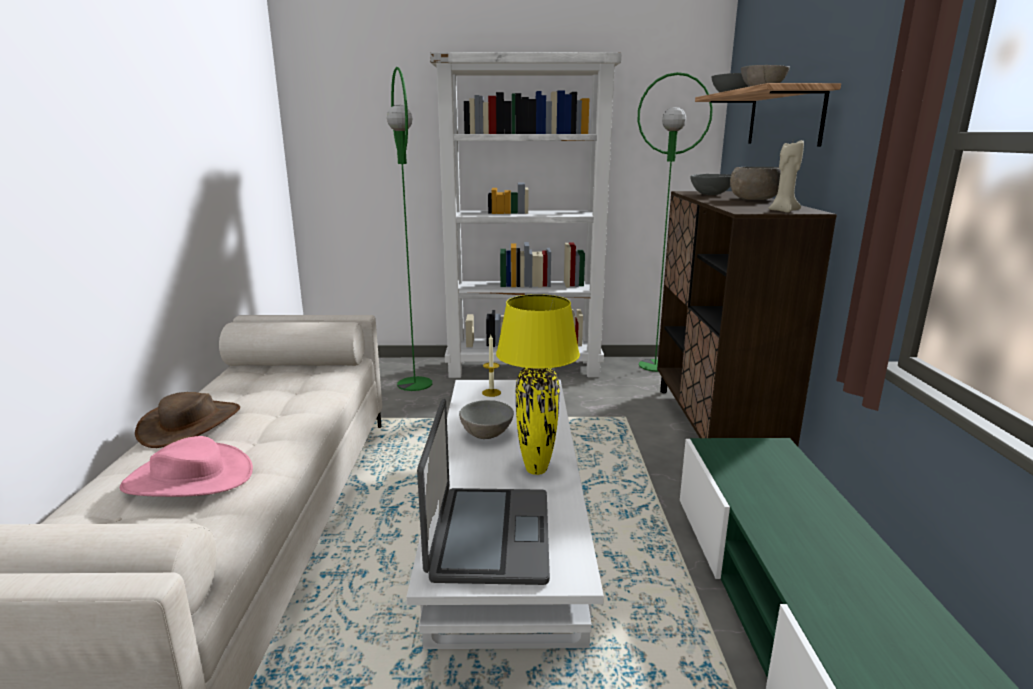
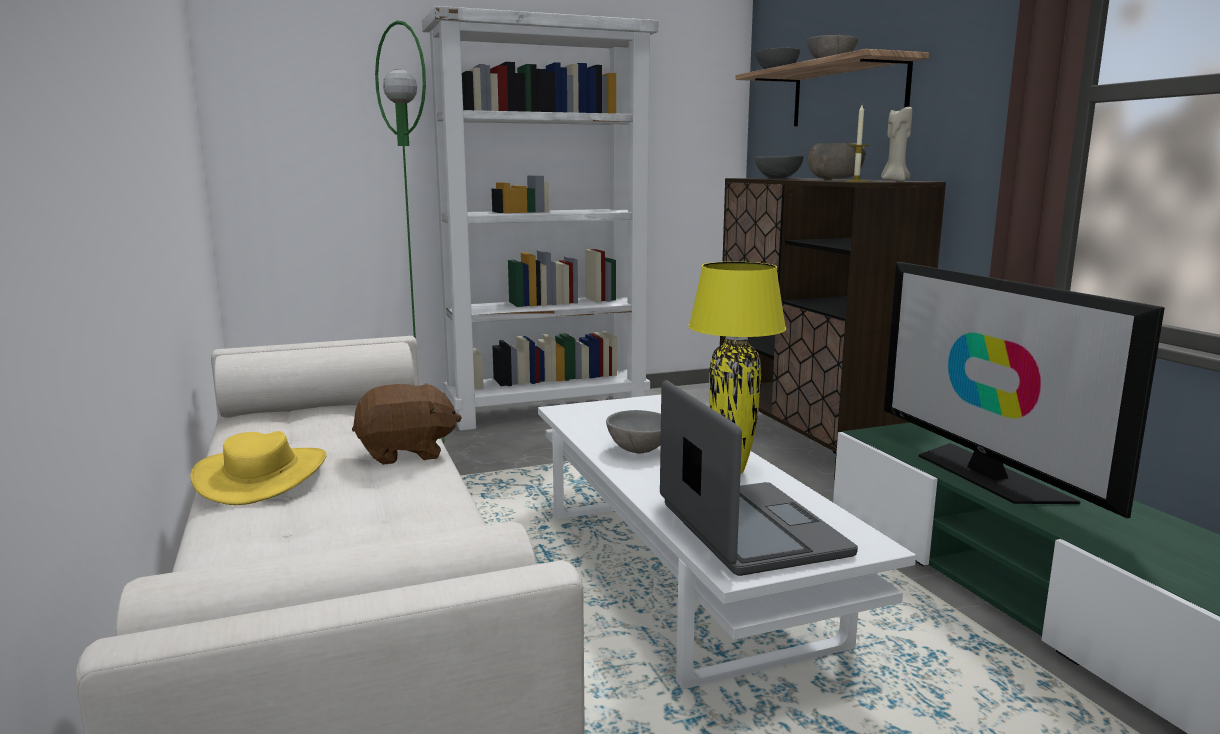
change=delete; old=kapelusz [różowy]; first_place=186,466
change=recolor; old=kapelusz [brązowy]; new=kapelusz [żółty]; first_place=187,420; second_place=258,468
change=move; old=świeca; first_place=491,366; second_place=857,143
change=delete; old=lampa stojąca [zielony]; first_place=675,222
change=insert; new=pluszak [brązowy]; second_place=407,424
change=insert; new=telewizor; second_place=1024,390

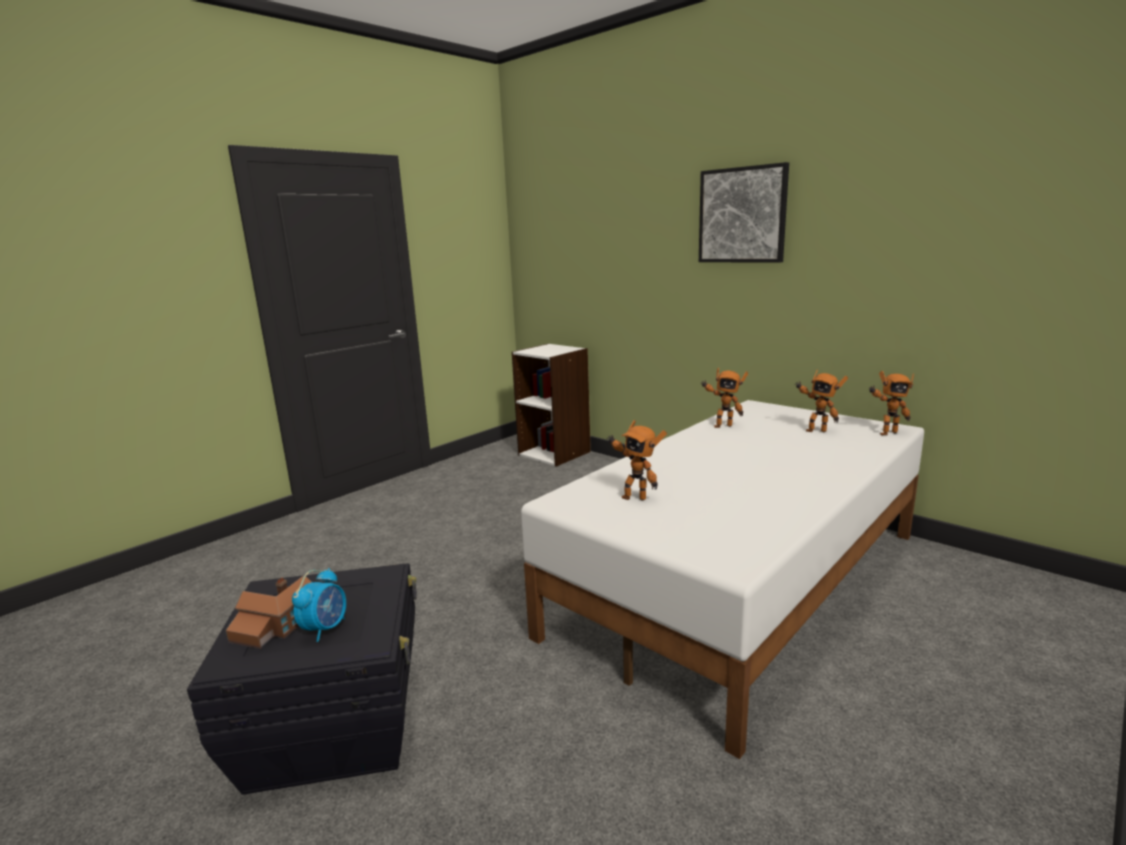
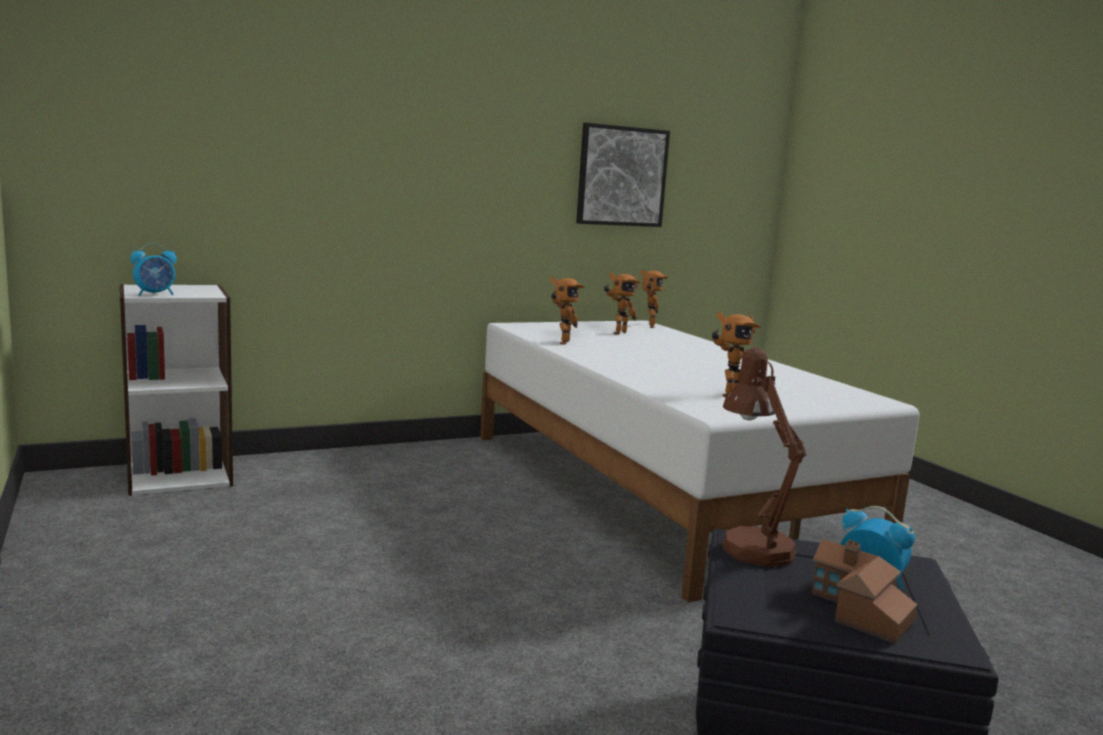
change=move; old=obraz; first_place=744,212; second_place=623,175
change=insert; new=budzik; second_place=153,269
change=insert; new=lampa stołowa [brązowy]; second_place=764,457

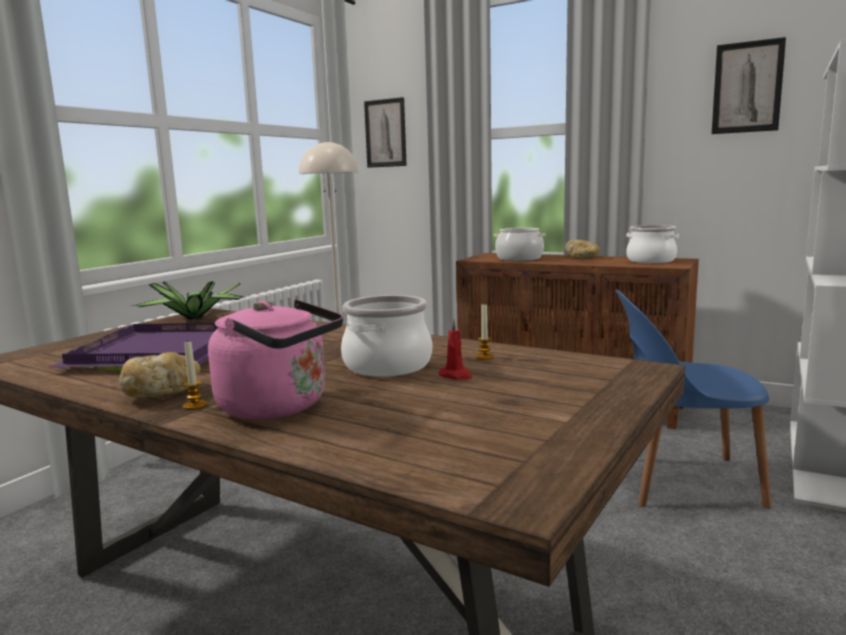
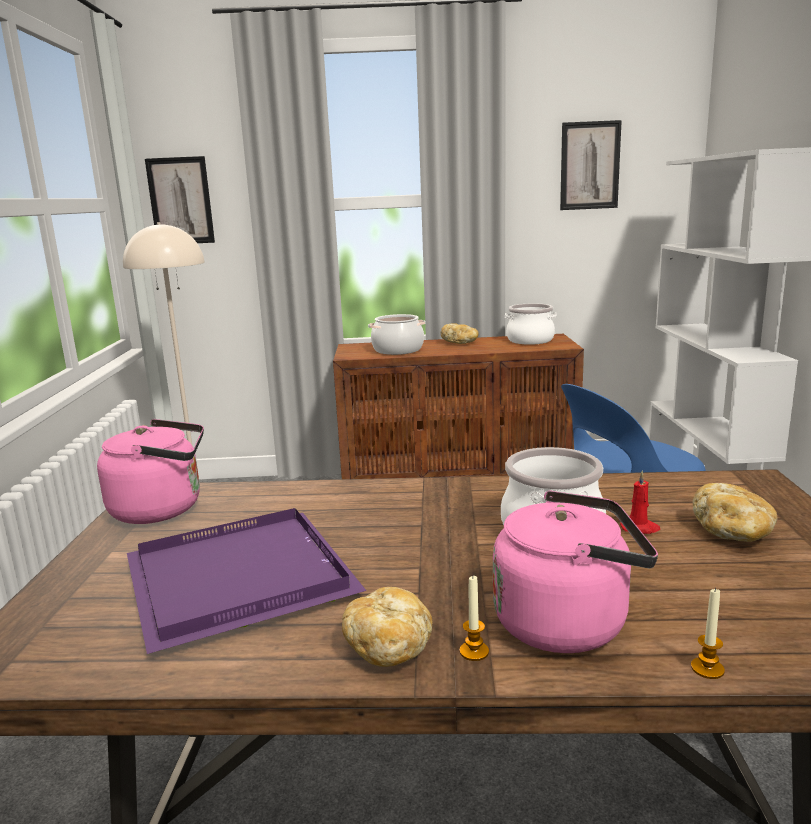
change=replace; old=roślina doniczkowa; new=czajnik [różowy]; first_place=188,300; second_place=150,471
change=move; old=świeca; first_place=484,332; second_place=708,633
change=insert; new=chleb; second_place=735,512

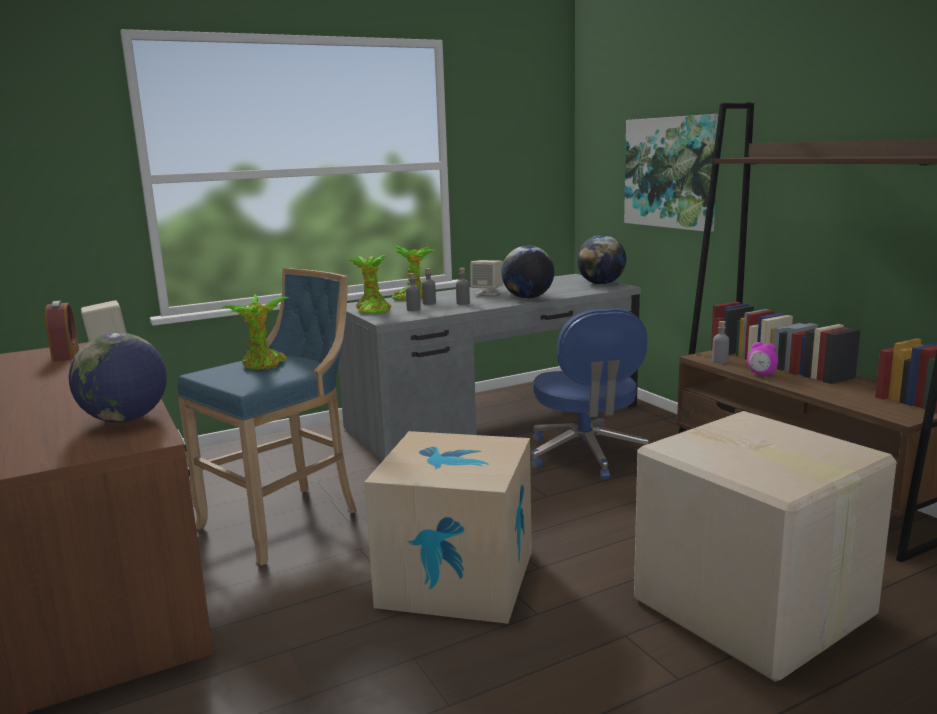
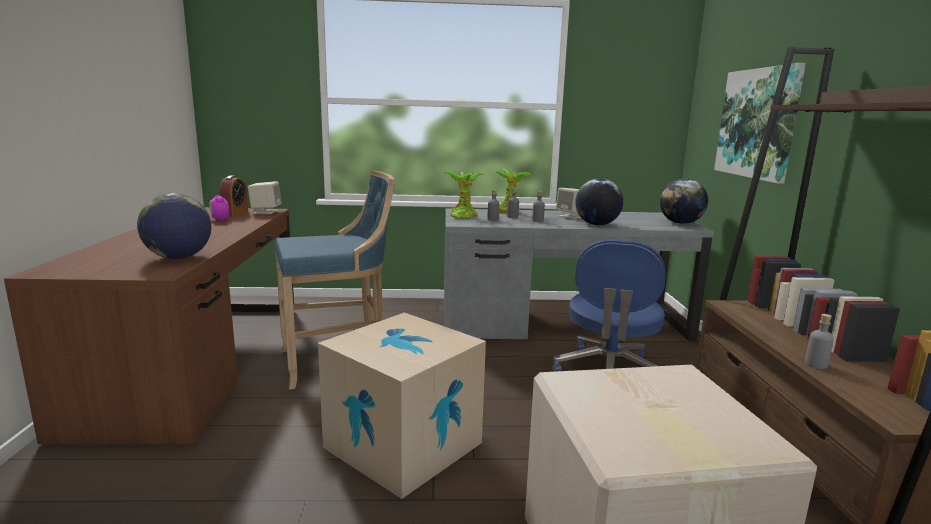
change=delete; old=roślina doniczkowa; first_place=254,332
change=move; old=butelka [szary]; first_place=720,342; second_place=819,341
change=move; old=budzik; first_place=762,358; second_place=219,208

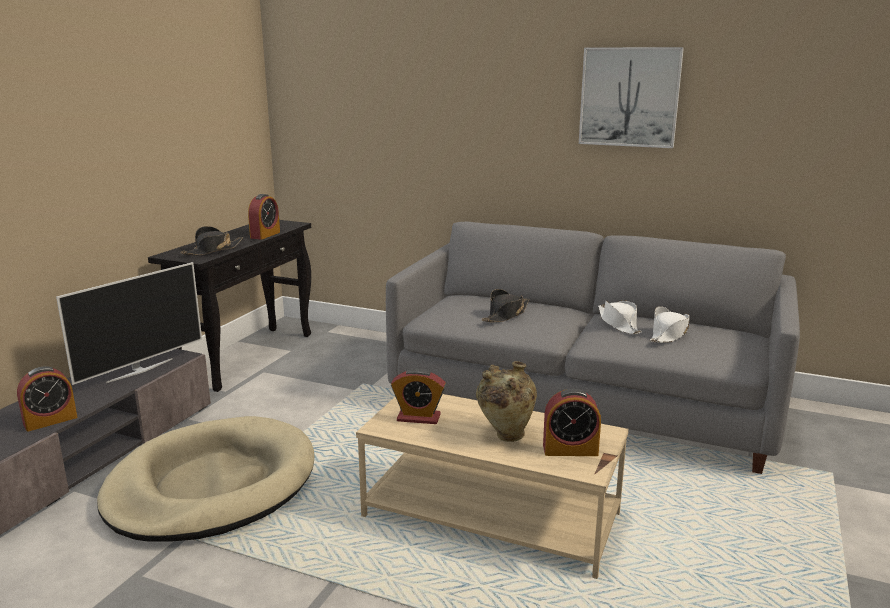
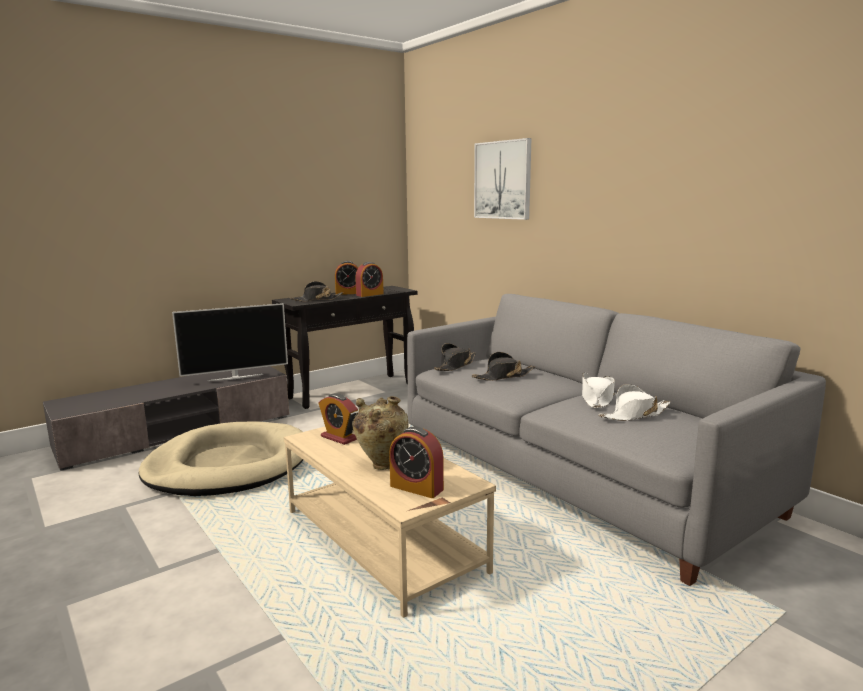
change=move; old=budzik; first_place=47,399; second_place=346,278
change=move; old=obraz; first_place=631,97; second_place=502,179
change=insert; new=kapelusz [czarny]; second_place=455,357

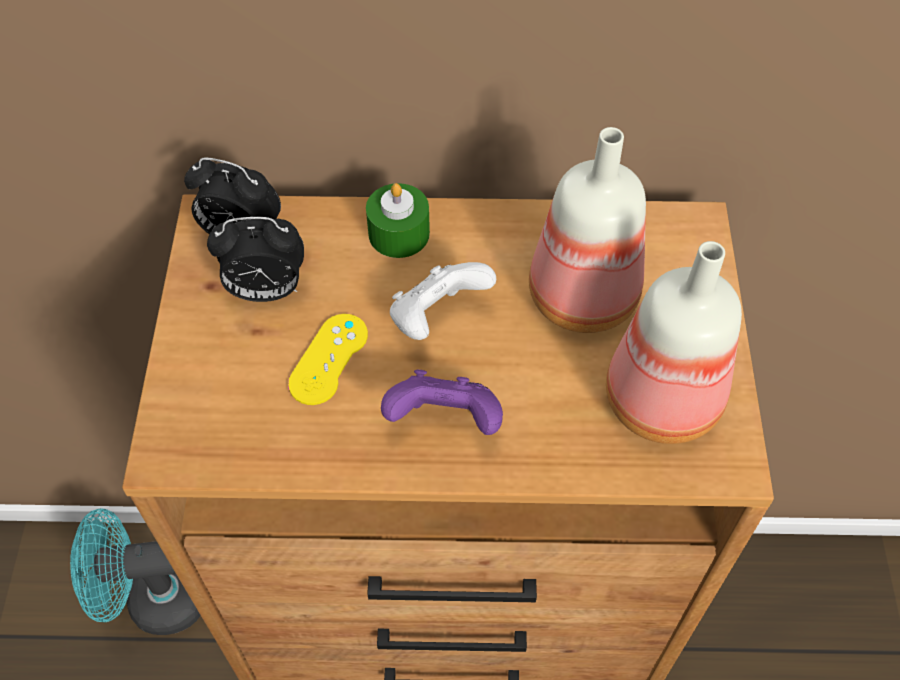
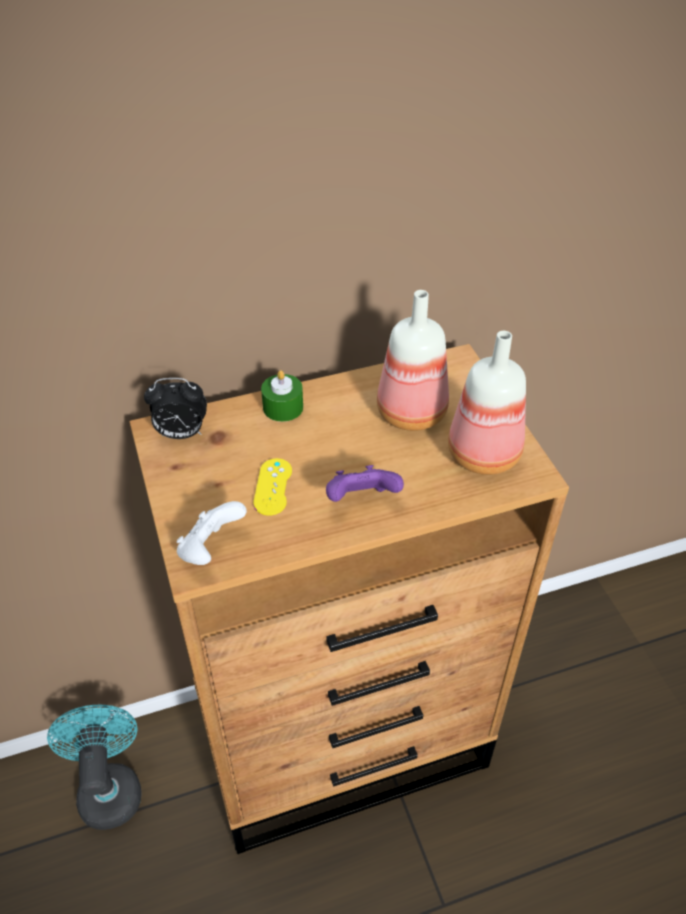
change=rotate; old=wentylator [turkusowy]; first_place=135,571; second_place=94,767; degrees=105
change=delete; old=budzik; first_place=255,259
change=move; old=pad do gier [biały]; first_place=443,301; second_place=212,533

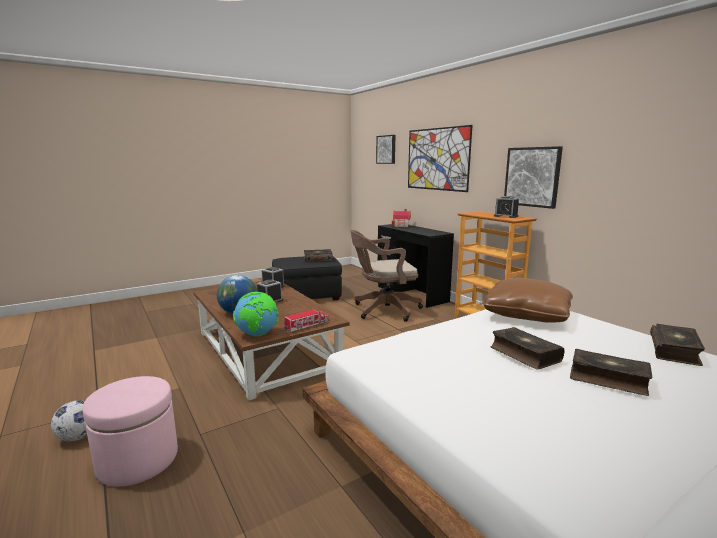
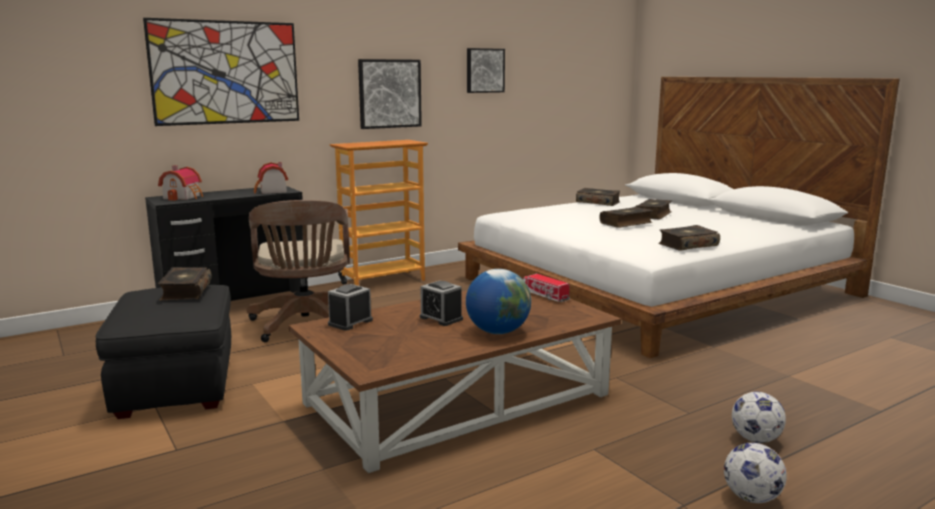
change=replace; old=pufa [różowy]; new=piłka futbolowa; first_place=130,431; second_place=759,417
change=delete; old=globus; first_place=256,314
change=move; old=obraz; first_place=385,149; second_place=486,70
change=delete; old=poduszka [brązowy]; first_place=527,300
change=delete; old=budzik; first_place=506,207
change=insert; new=domek; second_place=271,178
change=insert; new=książka; second_place=689,238

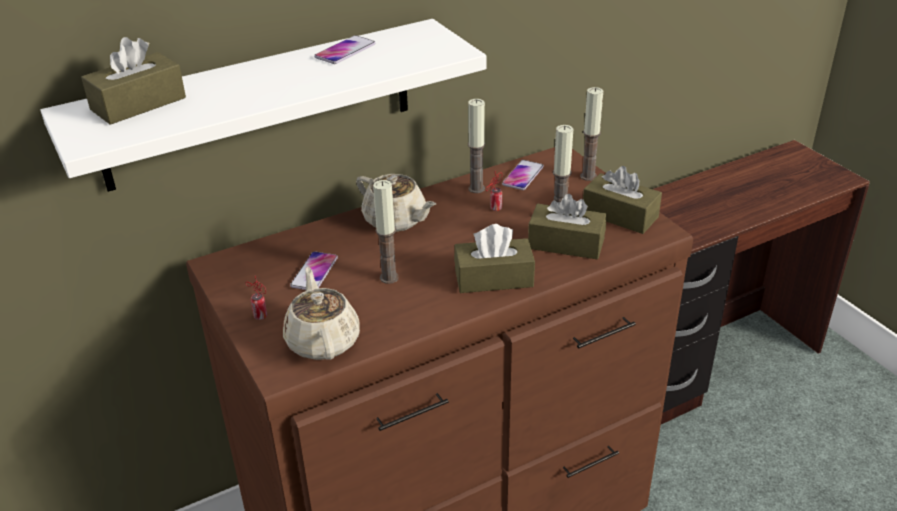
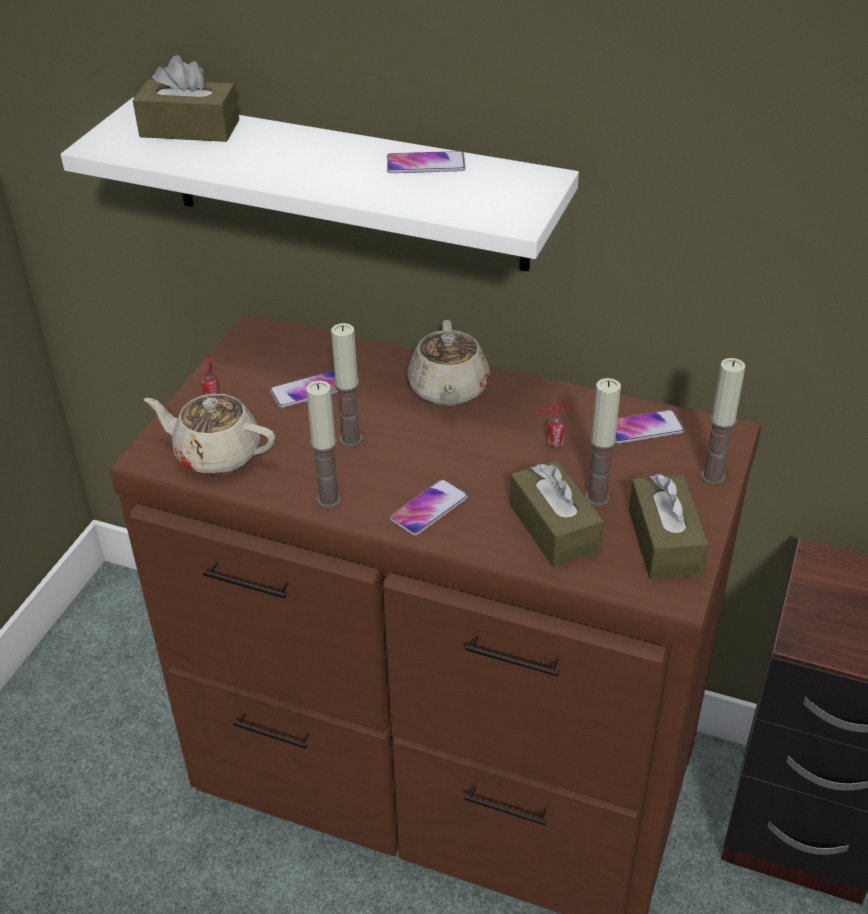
change=rotate; old=imbryk [beżowy]; first_place=321,313; second_place=209,434; degrees=-105
change=replace; old=pudełko chusteczek [brązowy]; new=telefon; first_place=494,258; second_place=429,507
change=move; old=świeca; first_place=476,146; second_place=323,444

